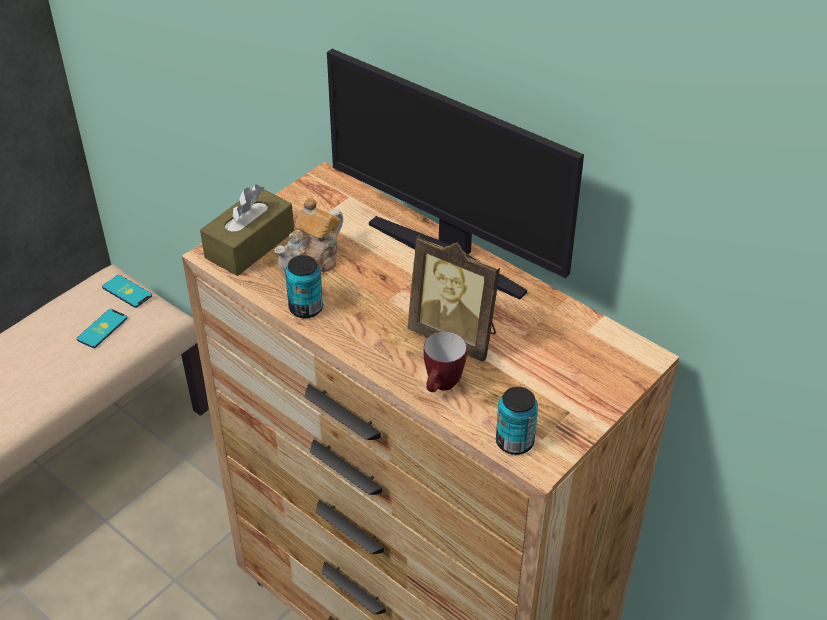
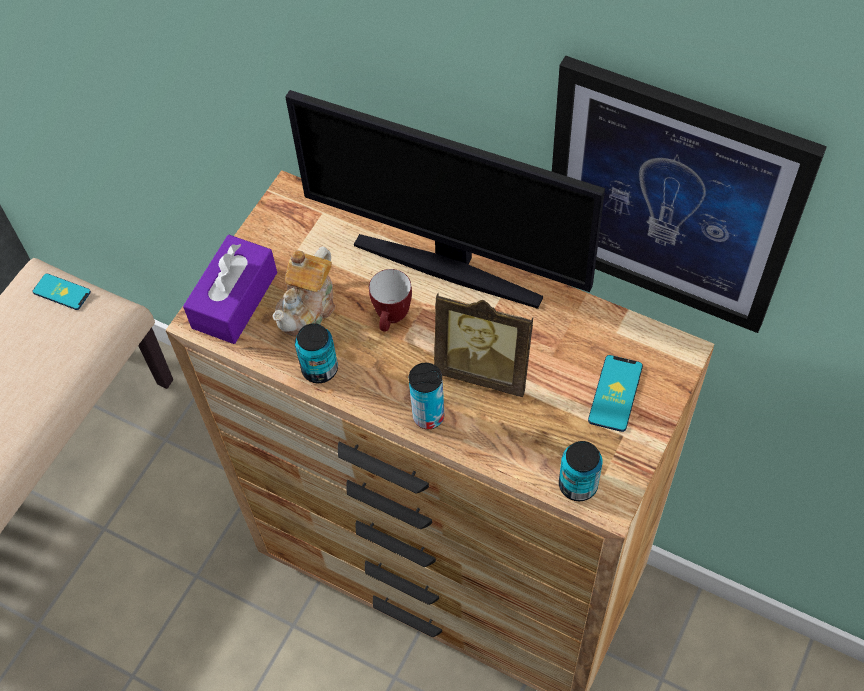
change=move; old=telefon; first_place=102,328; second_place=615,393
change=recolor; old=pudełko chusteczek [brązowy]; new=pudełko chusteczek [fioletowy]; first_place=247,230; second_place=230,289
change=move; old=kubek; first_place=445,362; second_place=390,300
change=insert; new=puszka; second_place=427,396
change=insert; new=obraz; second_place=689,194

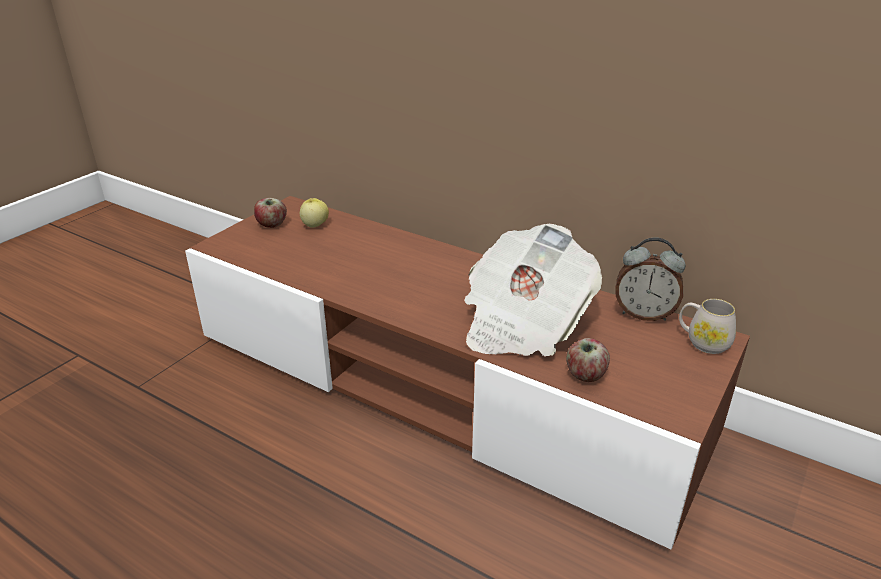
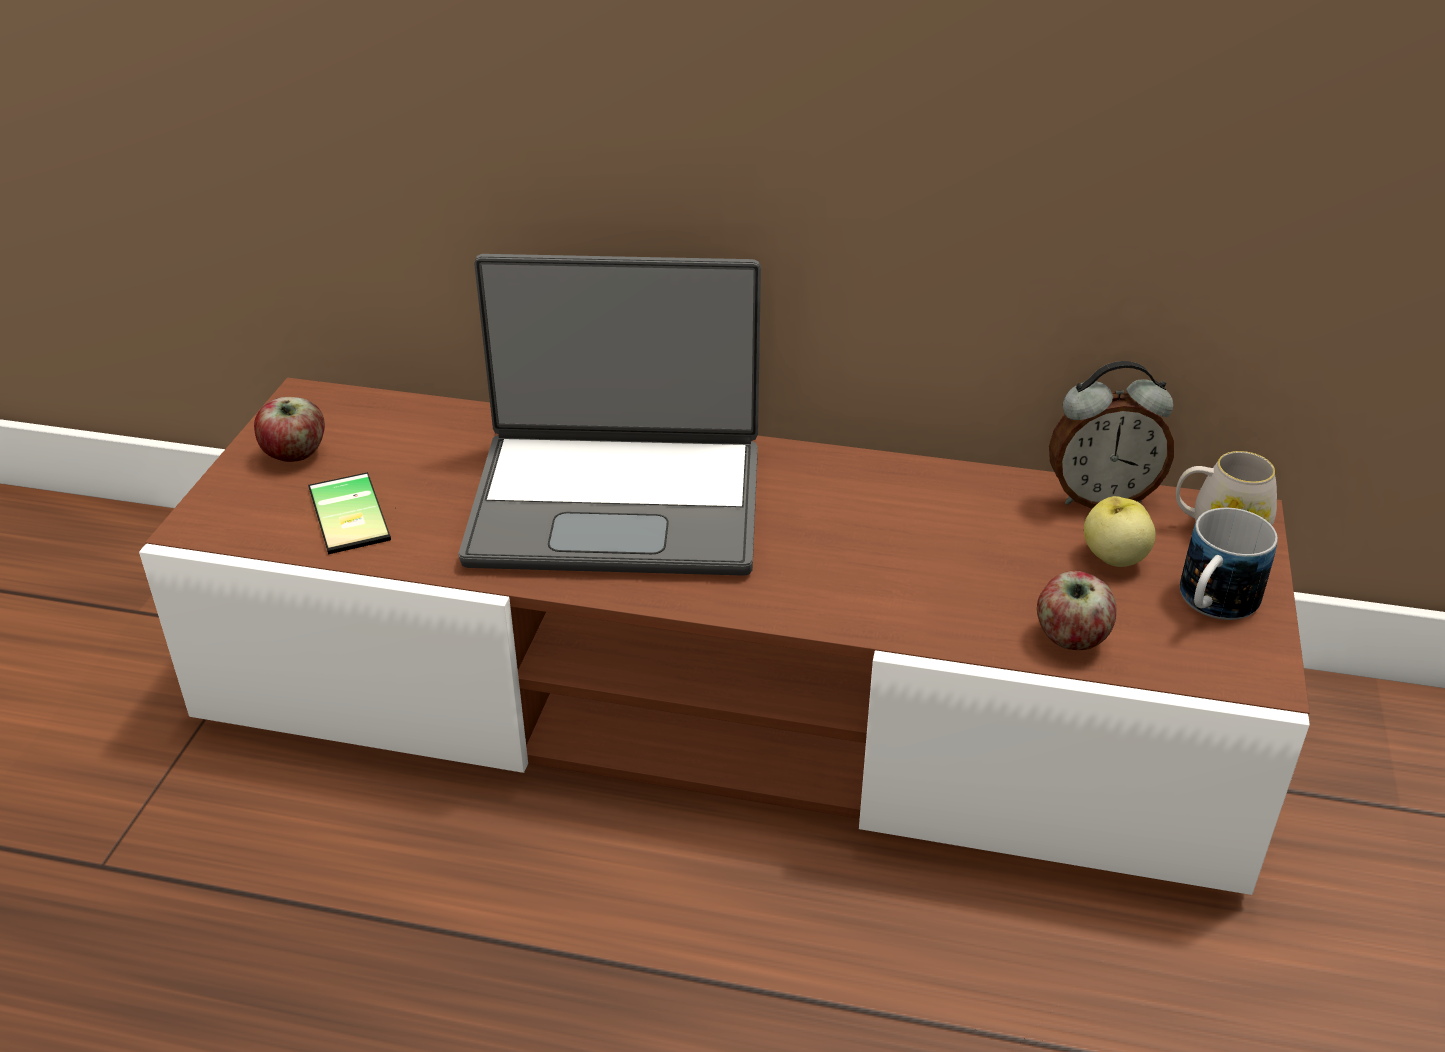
change=move; old=jabłko; first_place=314,213; second_place=1120,531
change=delete; old=gazeta; first_place=533,290
change=insert; new=telefon; second_place=352,513
change=insert; new=laptop; second_place=609,415
change=insert; new=kubek; second_place=1229,564

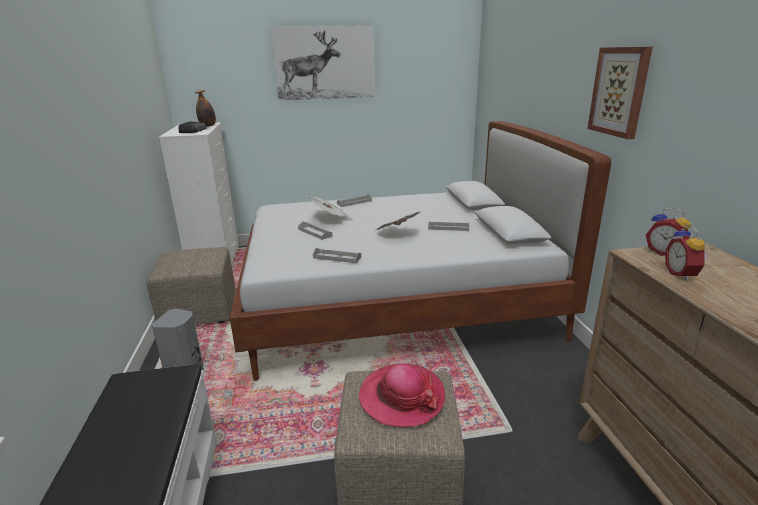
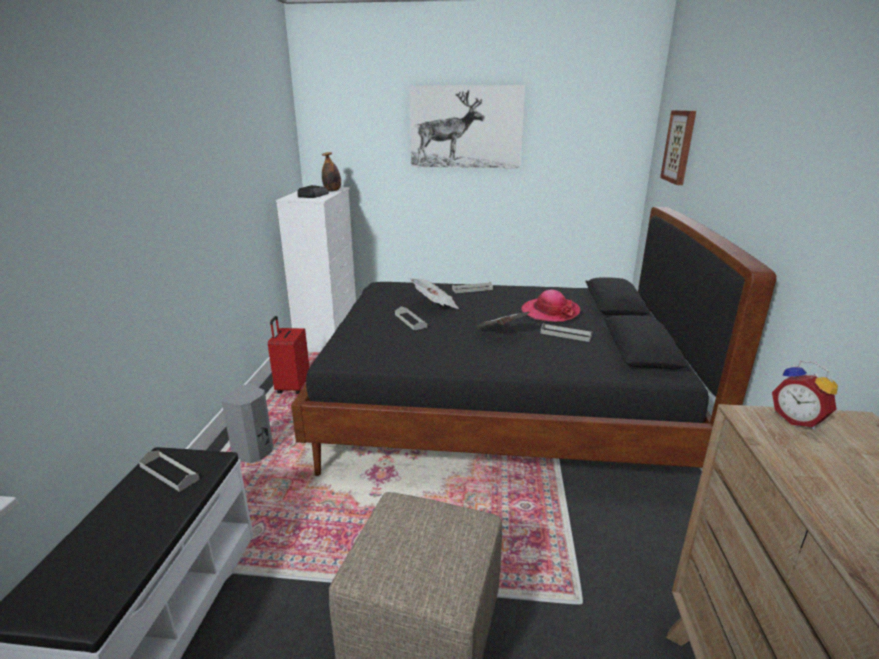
change=replace; old=pufa [beżowy]; new=walizka [czerwony]; first_place=190,286; second_place=288,355
change=recolor; old=łóżko [biały]; new=łóżko [czarny]; first_place=420,251; second_place=533,341
change=move; old=taca [szary]; first_place=337,255; second_place=169,471
change=move; old=kapelusz; first_place=402,395; second_place=551,306
change=move; old=obraz; first_place=620,93; second_place=678,147
change=delete; old=budzik; first_place=687,252

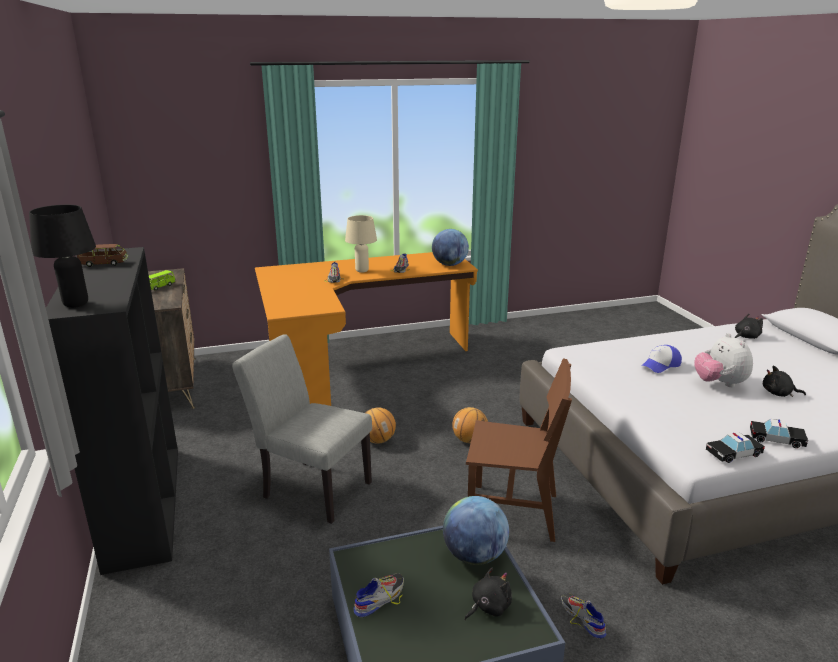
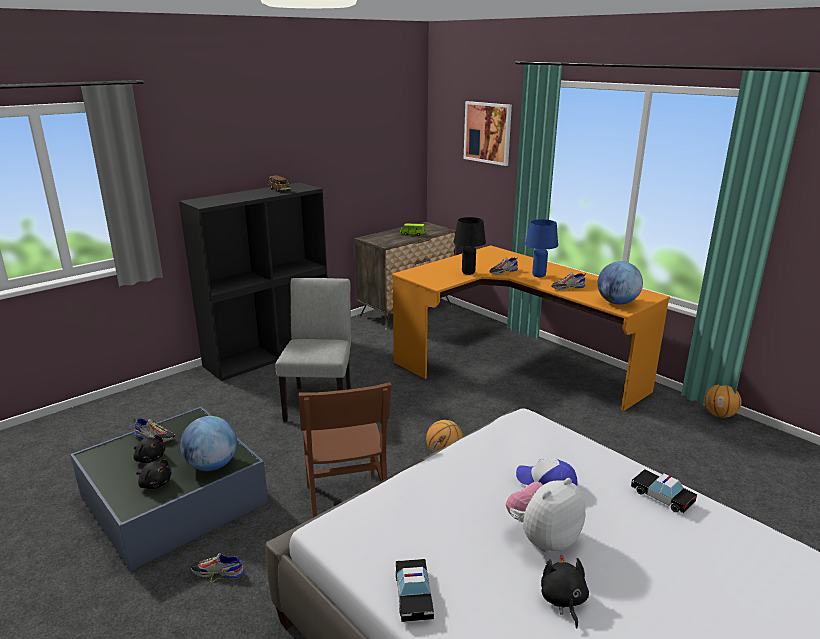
change=move; old=lampa stołowa [czarny]; first_place=62,256; second_place=470,246
change=recolor; old=lampa stołowa [beżowy]; new=lampa stołowa [niebieski]; first_place=361,244; second_place=541,248
change=move; old=piłka do koszykówki; first_place=381,425; second_place=723,401
change=rotate; old=but; first_place=583,616; second_place=218,568; degrees=-120
change=move; old=samochodzik; first_place=735,447; second_place=664,491
change=move; old=pluszak [czarny]; first_place=749,326; second_place=149,449
change=insert; new=obraz; second_place=488,133

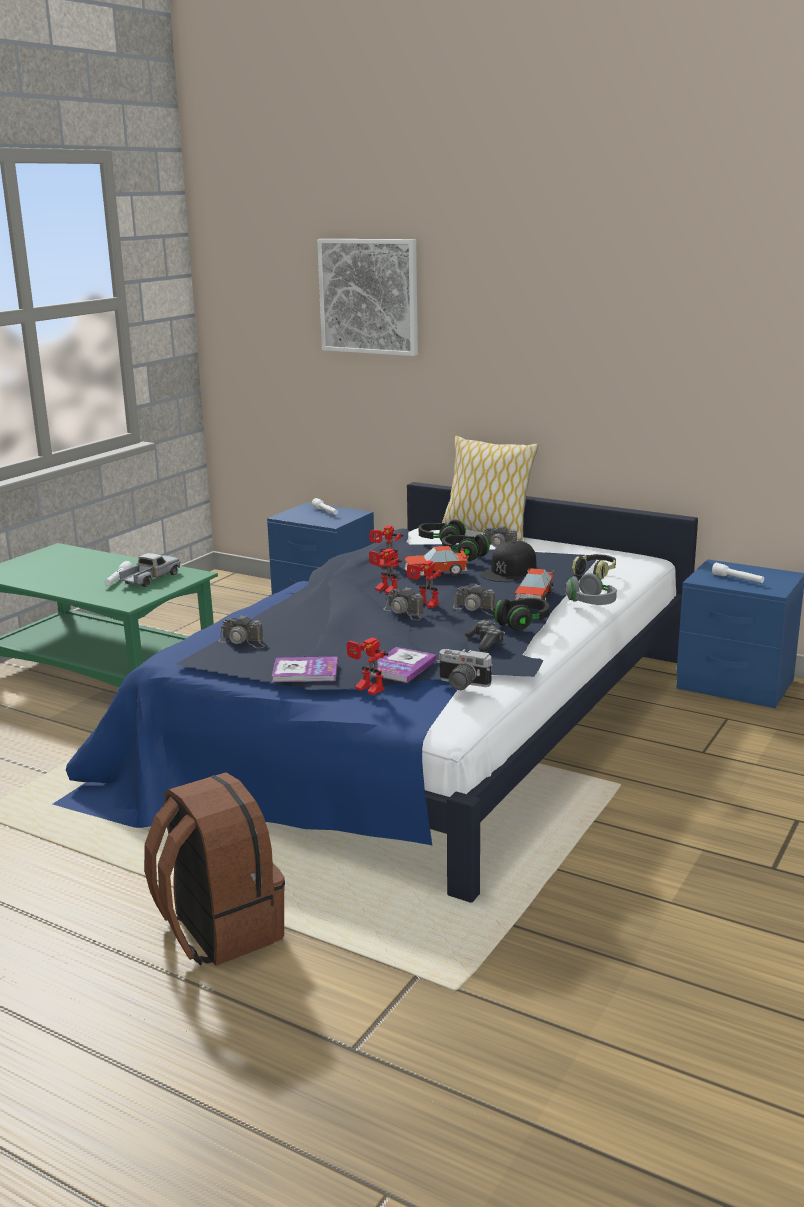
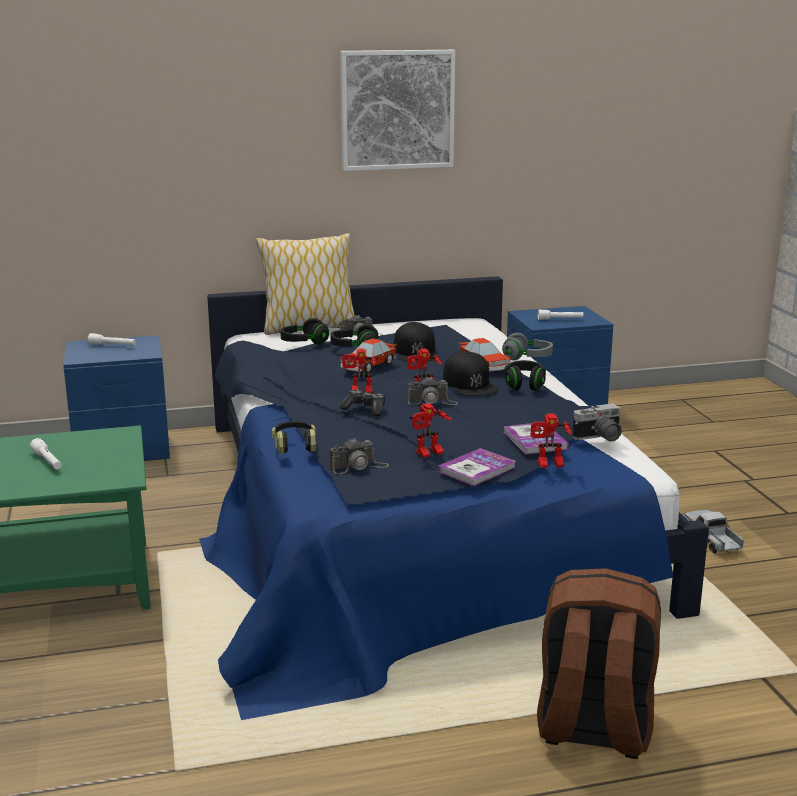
change=move; old=ciężarówka zabawkowa; first_place=149,570; second_place=713,532
change=move; old=obraz; first_place=367,297; second_place=397,110
change=move; old=robot zabawkowy; first_place=386,546; second_place=431,430
change=replace; old=aparat fotograficzny; new=czapka z daszkiem [czarny]; first_place=474,599; second_place=471,373
change=move; old=pad do gier; first_place=485,635; second_place=362,403
change=move; old=słuchawki; first_place=594,567; second_place=294,437

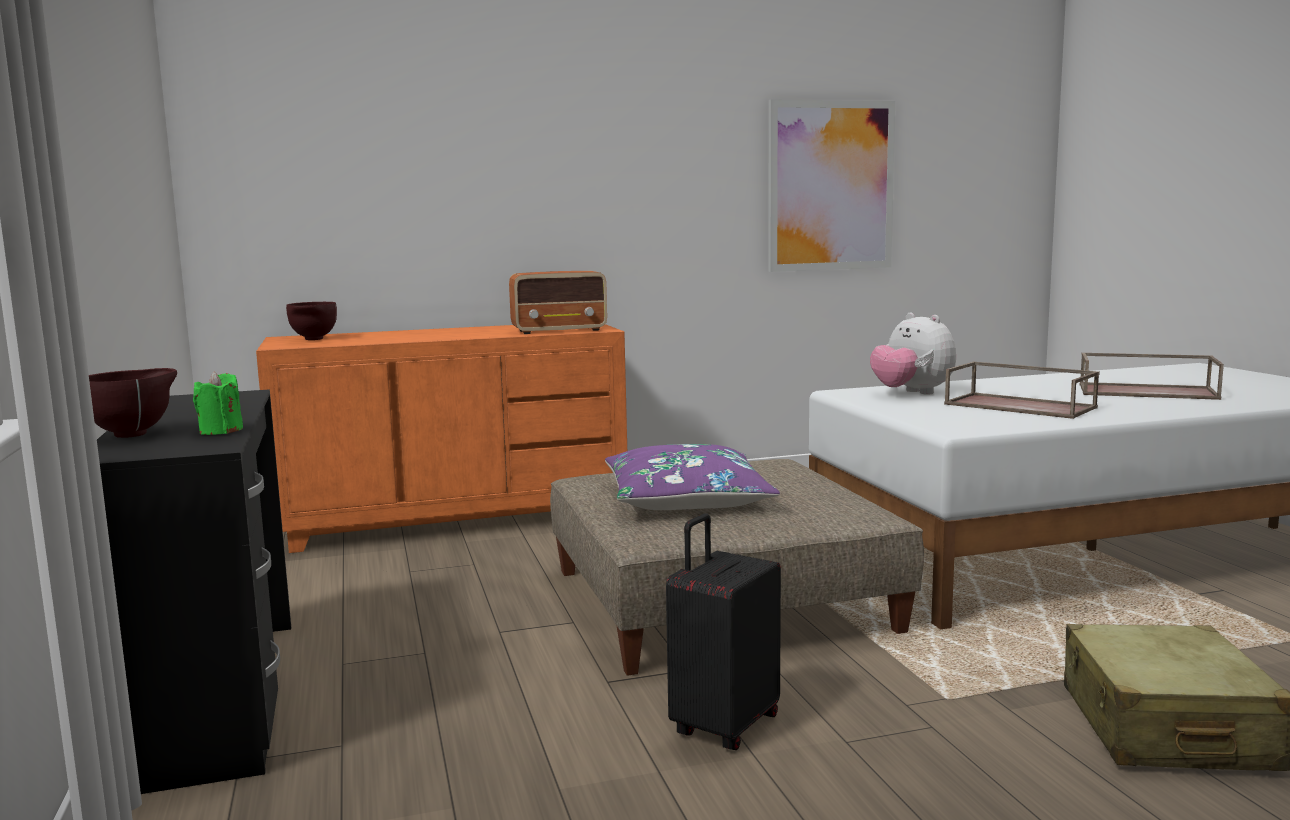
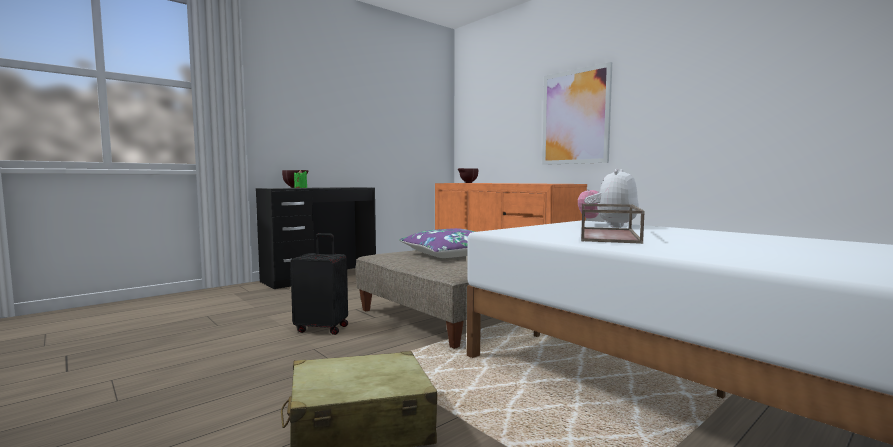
change=delete; old=radio; first_place=558,302
change=move; old=obraz; first_place=831,185; second_place=577,113
change=delete; old=taca [brązowy]; first_place=1152,376

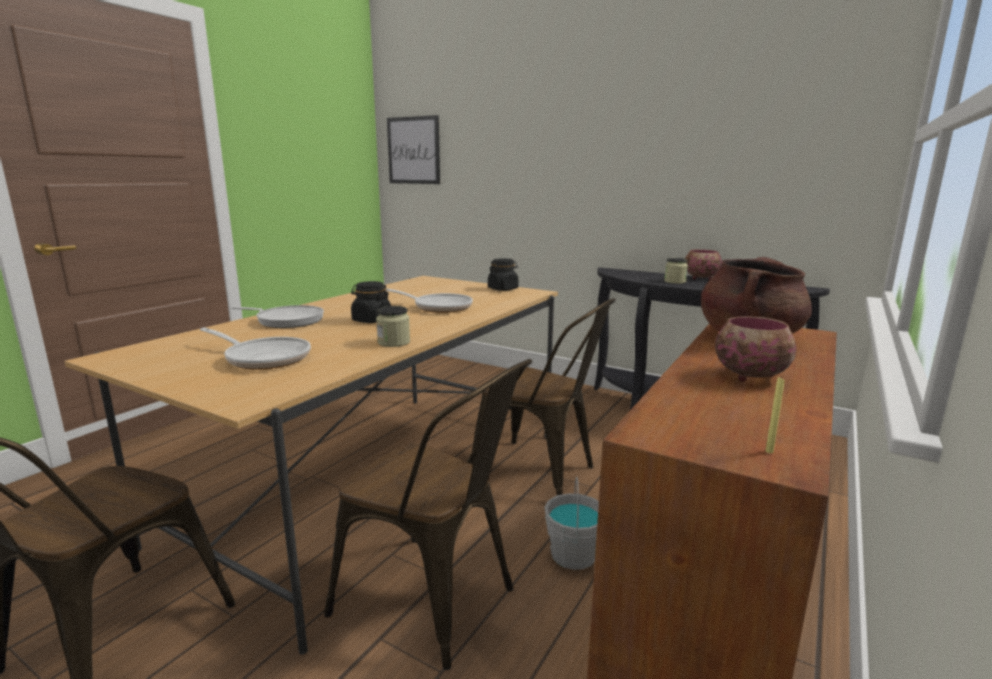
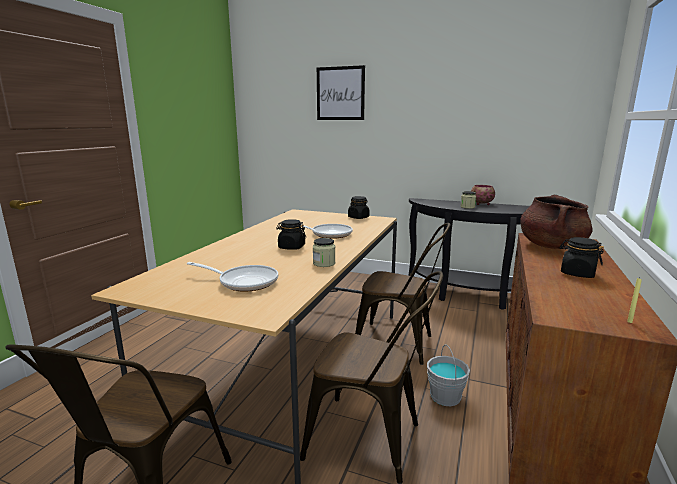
change=delete; old=patelnia; first_place=277,316
change=move; old=obraz; first_place=413,149; second_place=341,92
change=replace; old=miska; new=słoik [czarny]; first_place=756,349; second_place=581,257

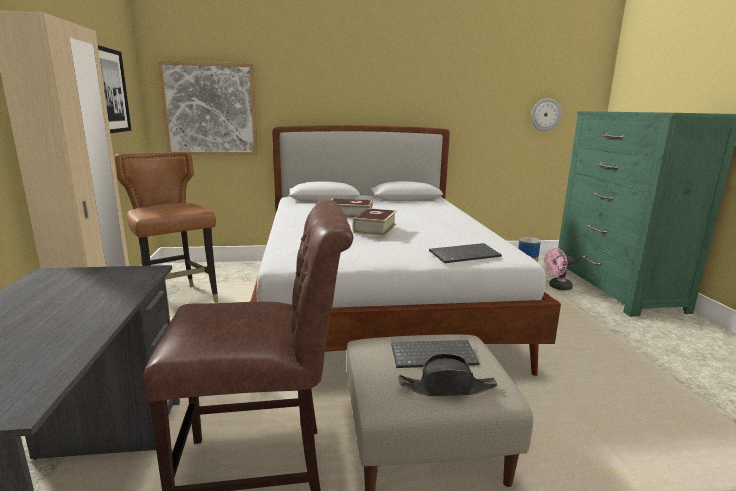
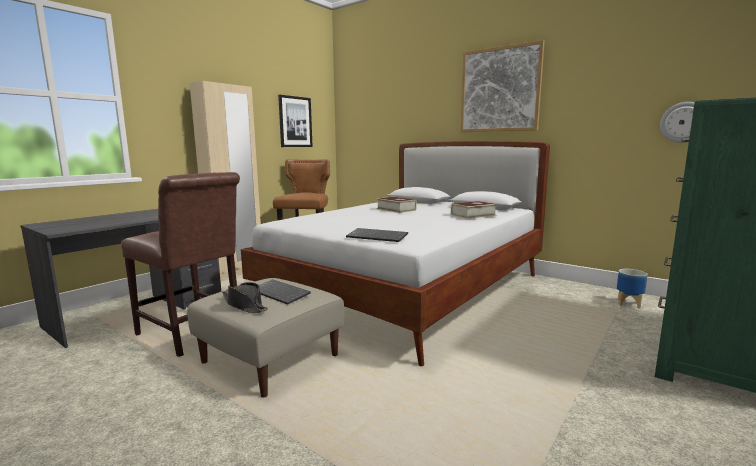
change=move; old=obraz; first_place=208,108; second_place=502,86
change=move; old=książka; first_place=374,222; second_place=474,210
change=delete; old=wentylator [różowy]; first_place=559,269

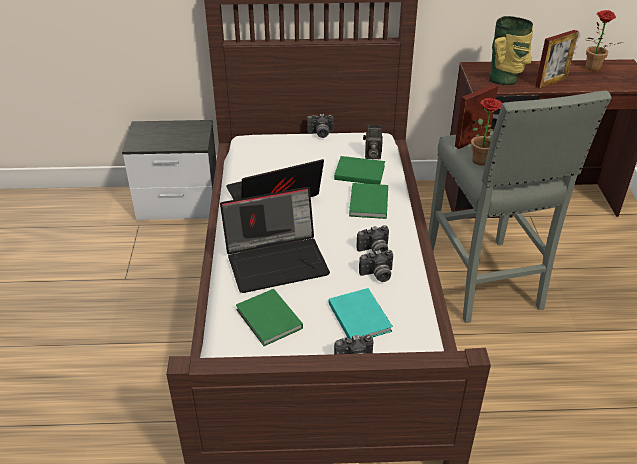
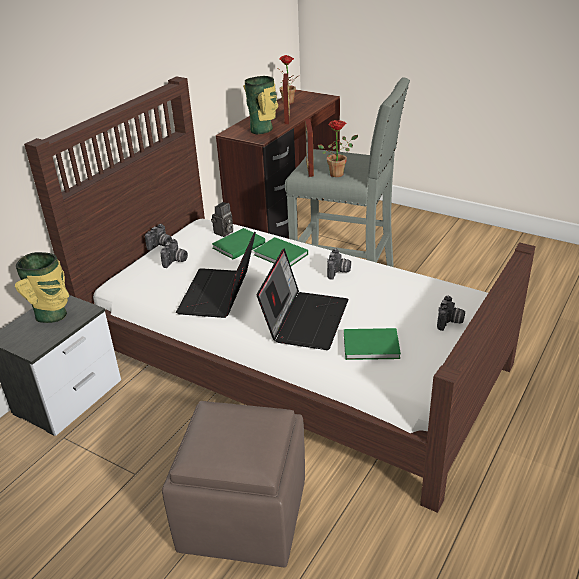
change=delete; old=książka [turkusowy]; first_place=361,313
change=move; old=aparat fotograficzny; first_place=376,266; second_place=174,253
change=insert; new=wazon; second_place=42,287
change=insert; new=pufa [brązowy]; second_place=233,484

